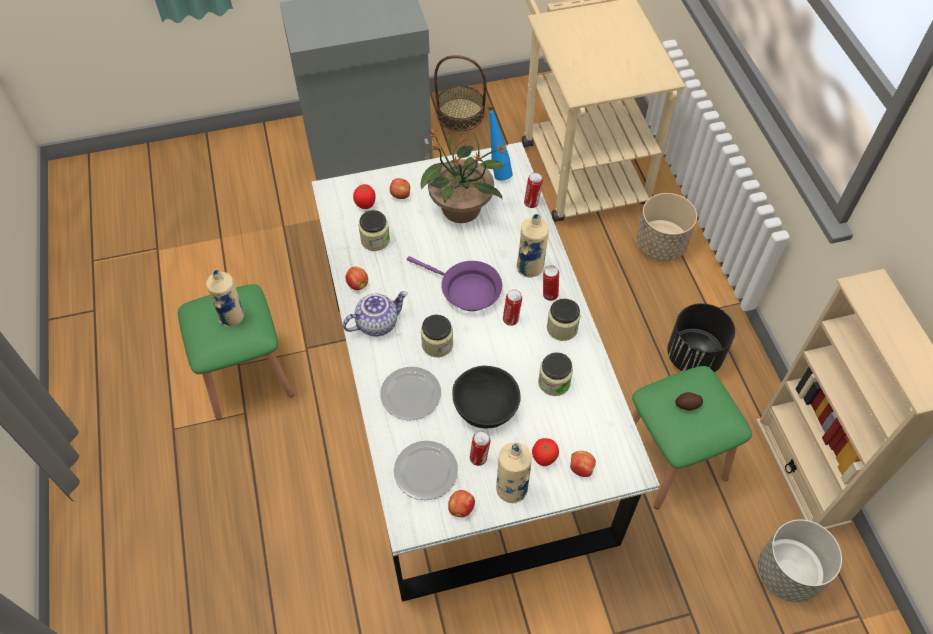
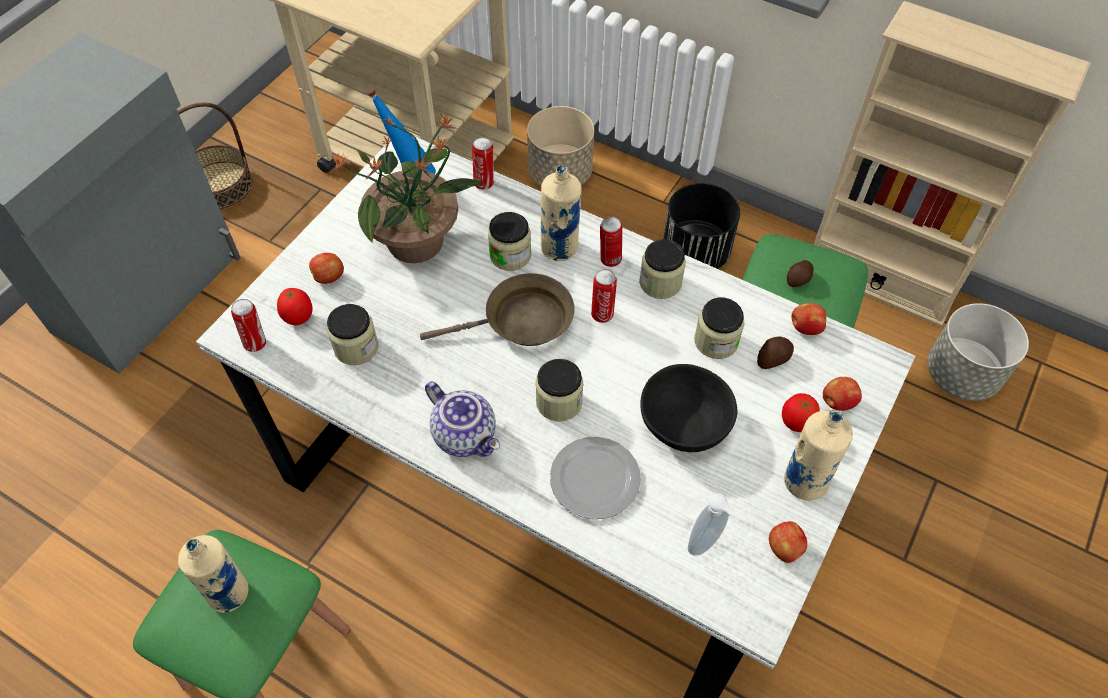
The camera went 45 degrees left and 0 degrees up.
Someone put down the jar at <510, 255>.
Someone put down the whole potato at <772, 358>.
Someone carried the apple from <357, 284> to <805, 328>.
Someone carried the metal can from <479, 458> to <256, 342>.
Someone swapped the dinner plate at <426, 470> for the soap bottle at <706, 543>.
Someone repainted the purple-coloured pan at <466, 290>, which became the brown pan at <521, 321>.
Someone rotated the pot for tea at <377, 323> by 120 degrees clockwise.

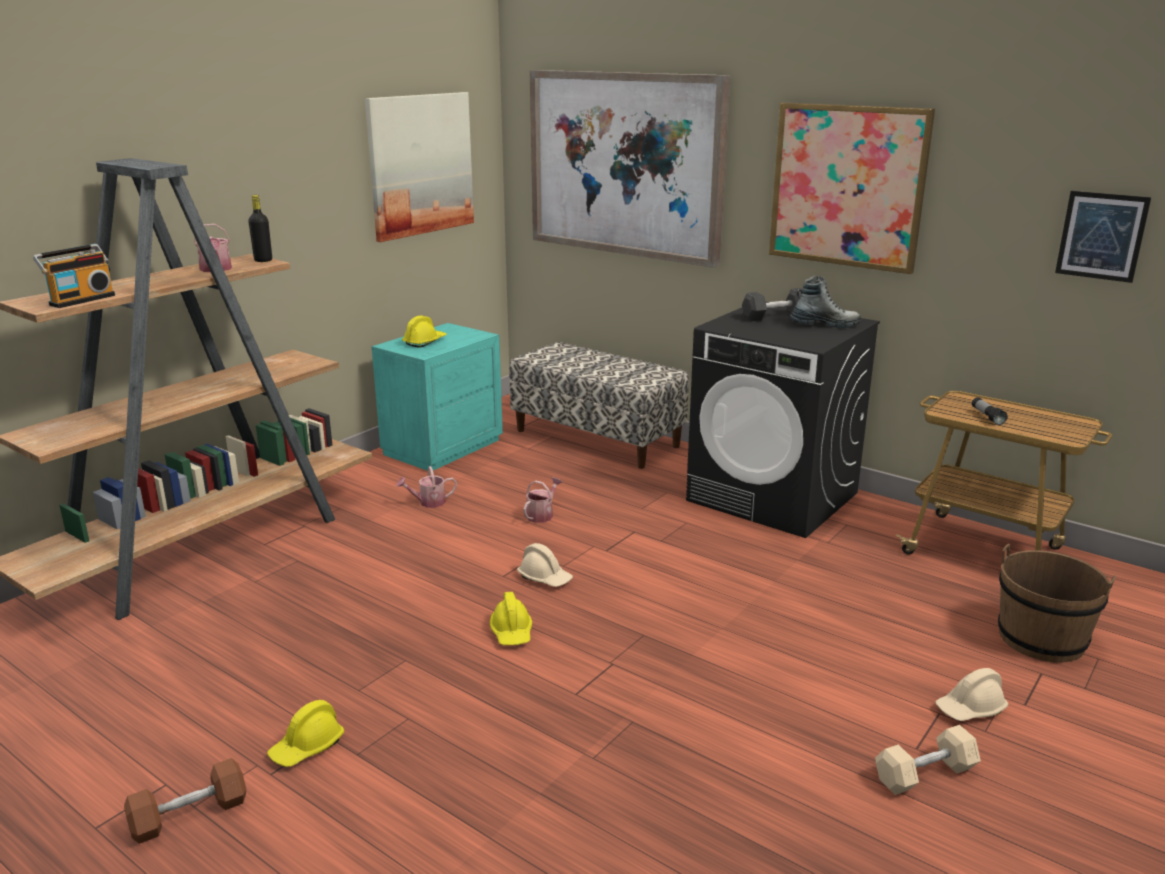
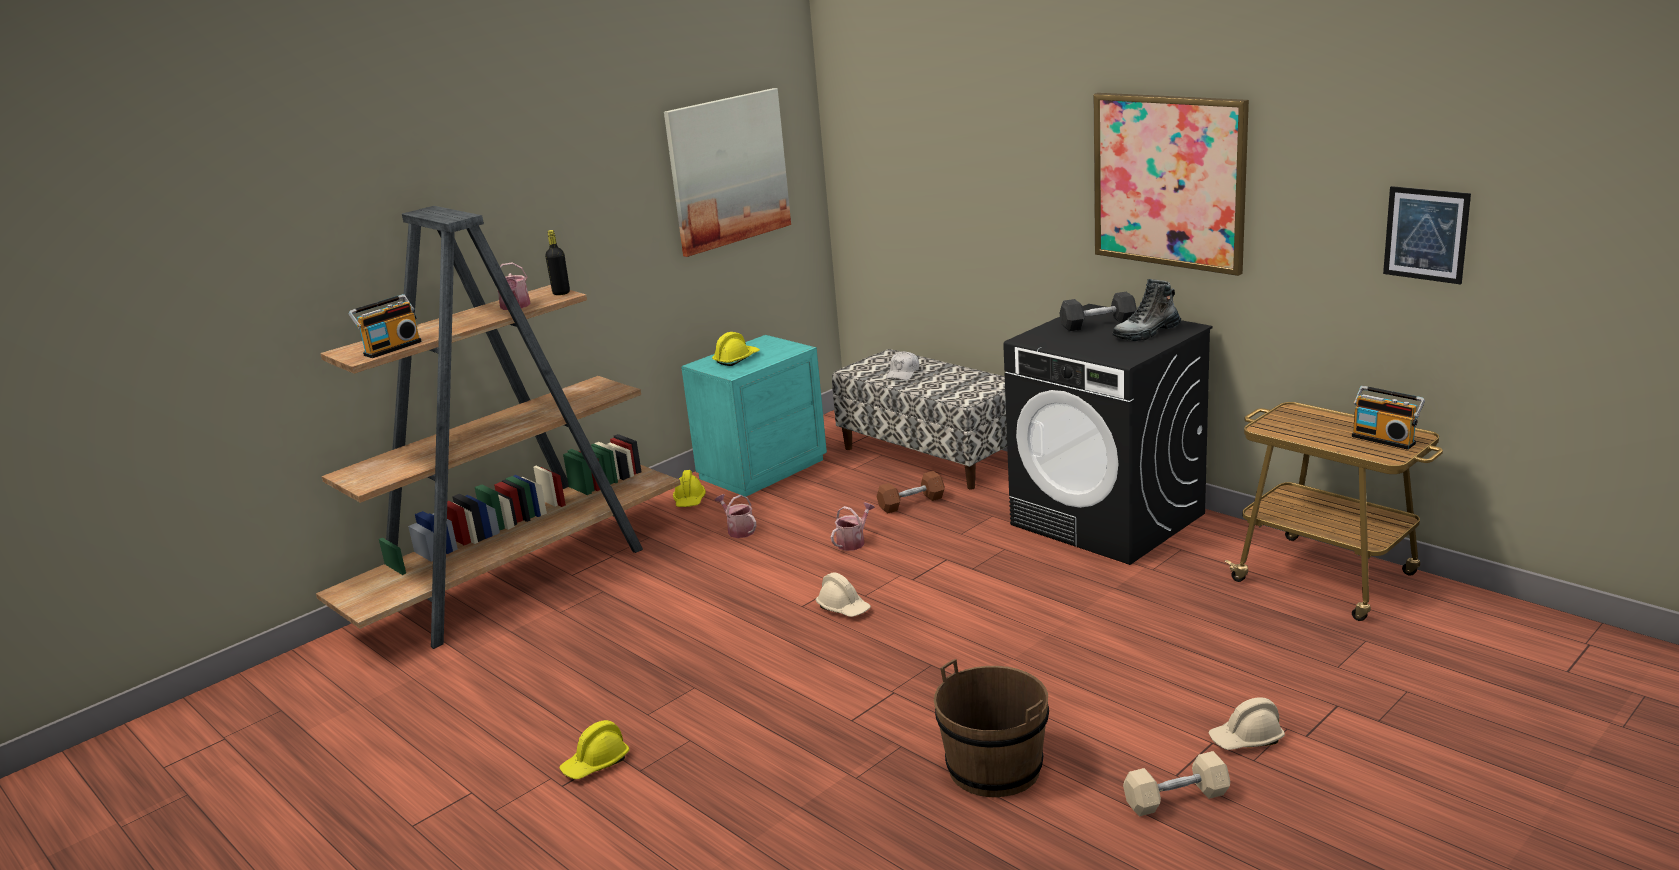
The camera went 10 degrees right and 0 degrees up.
Someone took away the wall art at <625, 164>.
Someone took away the hand torch at <987, 416>.
Someone put down the white baseball cap at <903, 373>.
Someone put down the radio receiver at <1384, 439>.
Someone carried the brown hand weight from <189, 815> to <911, 503>.
Someone carried the yellow work helmet from <512, 632> to <690, 500>.
Someone carried the brown pail from <1041, 639> to <994, 768>.
Someone rotated the watering can at <428, 502> by 60 degrees clockwise.
Someone rotated the tall boot at <824, 325> by 150 degrees clockwise.

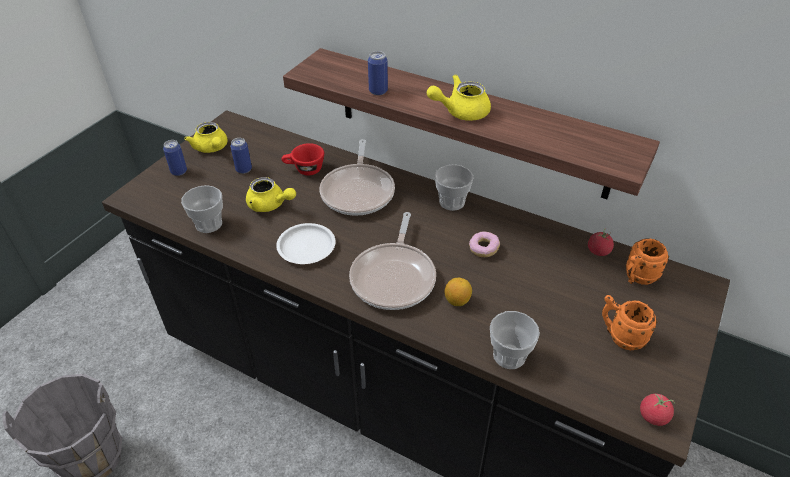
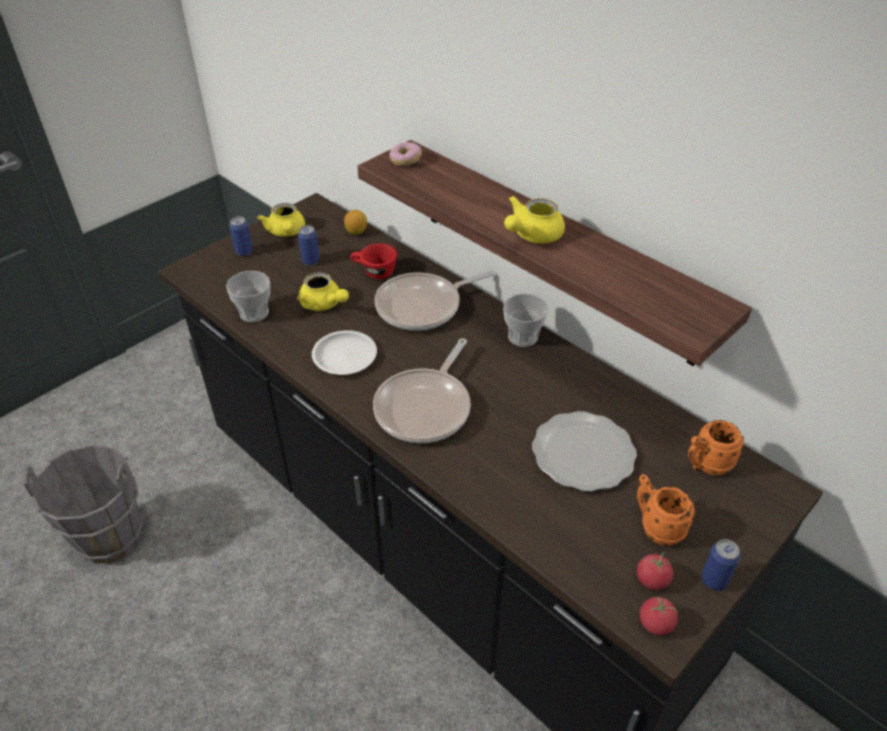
The camera went 15 degrees right and 0 degrees up.
Someone took away the cup at <509, 356>.
Someone put down the dinner plate at <581, 453>.
Someone carried the metal can from <378, 91> to <714, 580>.
Someone carried the citrus fruit from <457, 300> to <356, 232>.
Someone carried the donut from <483, 249> to <405, 160>.
Someone carried the whole tomato from <598, 251> to <652, 579>.
Someone rotated the pan at <358, 191> by 45 degrees clockwise.
Someone rotated the yellow pot for tea at <460, 112> by 45 degrees counterclockwise.

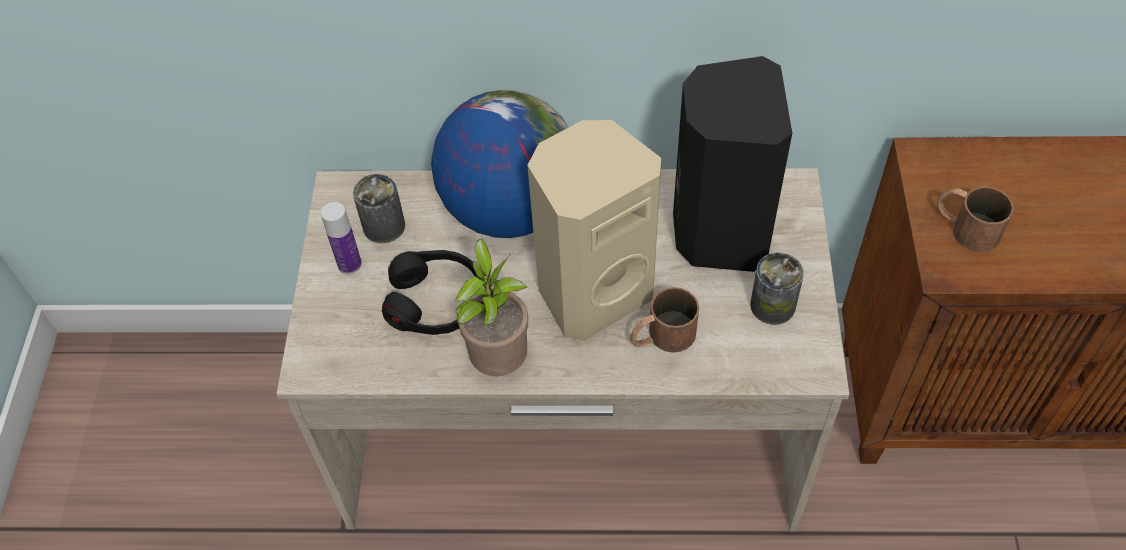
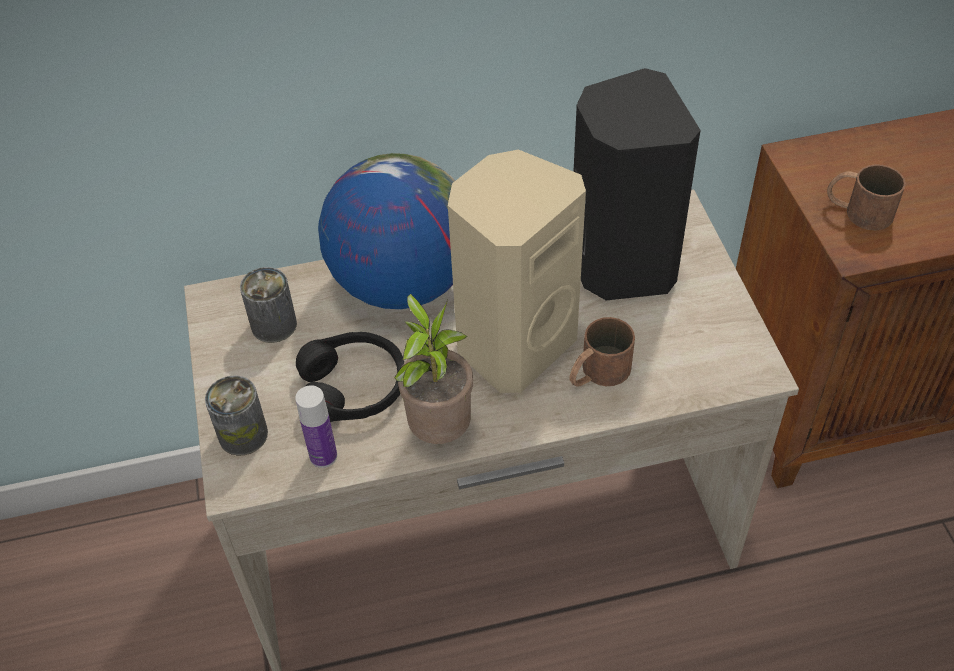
The camera went 15 degrees left and 5 degrees down.
Someone carried the drink bottle from <349, 264> to <323, 456>.
Someone carried the metal can from <772, 305> to <243, 435>.

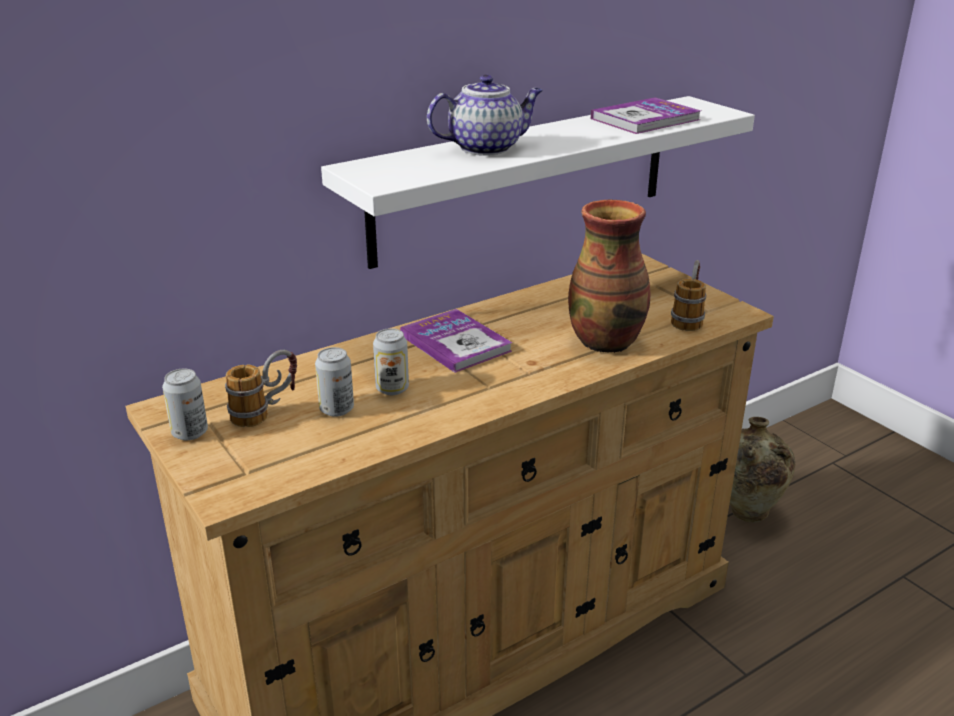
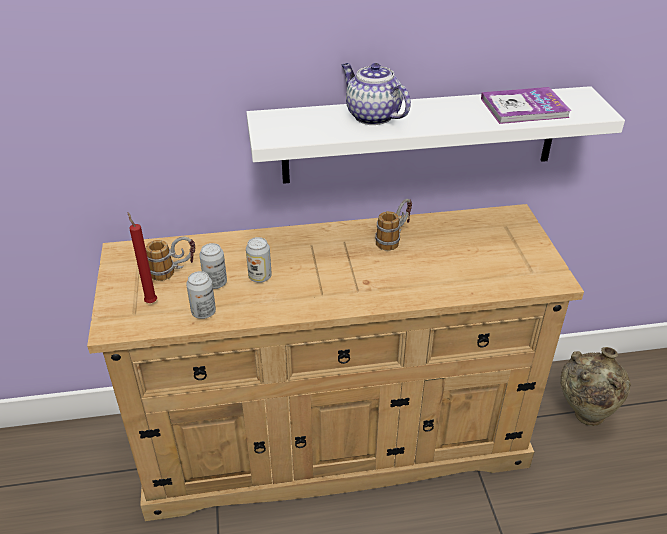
The camera went 25 degrees right and 10 degrees up.
Someone took away the volume at <455, 343>.
Someone took away the vase at <606, 341>.
Someone put down the red-coloured wax candle at <150, 301>.
Someone carried the metal can from <190, 433> to <203, 312>.
Someone carried the coffee mug from <688, 317> to <394, 238>.
Someone rotated the pot for tea at <486, 148> by 135 degrees counterclockwise.

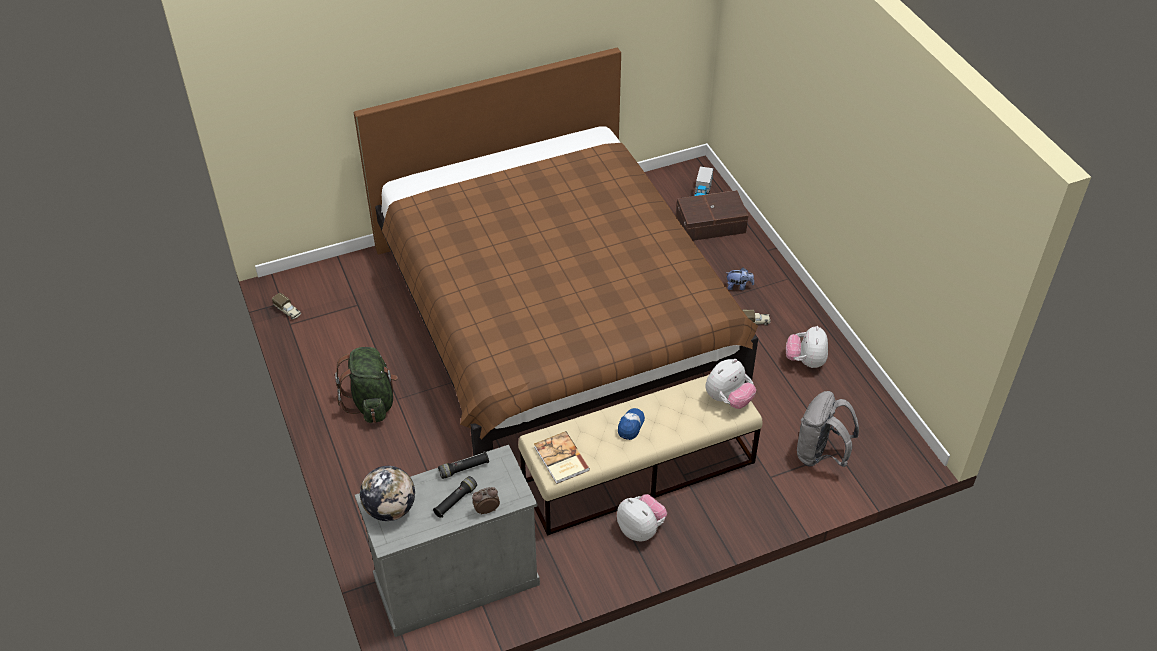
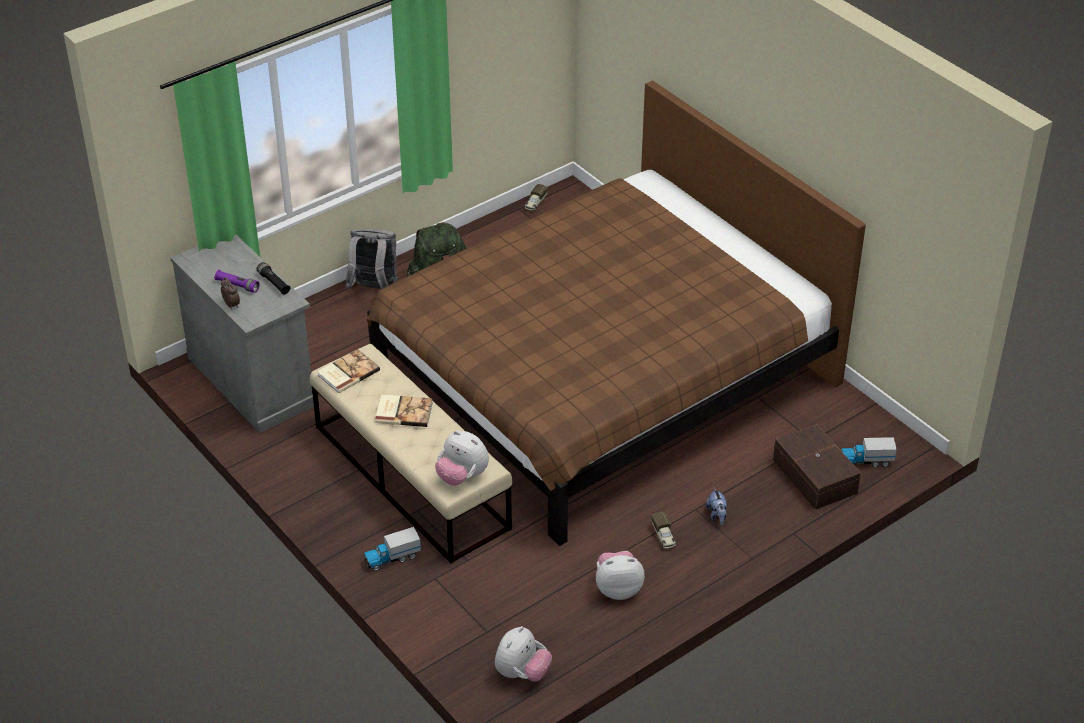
The camera went 75 degrees right and 5 degrees down.
Someone took away the desk globe at <390, 509>.
Someone put down the model truck at <392, 558>.
Someone carried the plush toy from <641, 529> to <522, 673>.
Someone carried the gray rucksack from <820, 454> to <374, 289>.
Someone swapped the baseball cap at <630, 426> for the volume at <403, 412>.
Someone repainted the blackish hand torch at <455, 501>, which became the purple-coloured hand torch at <237, 285>.

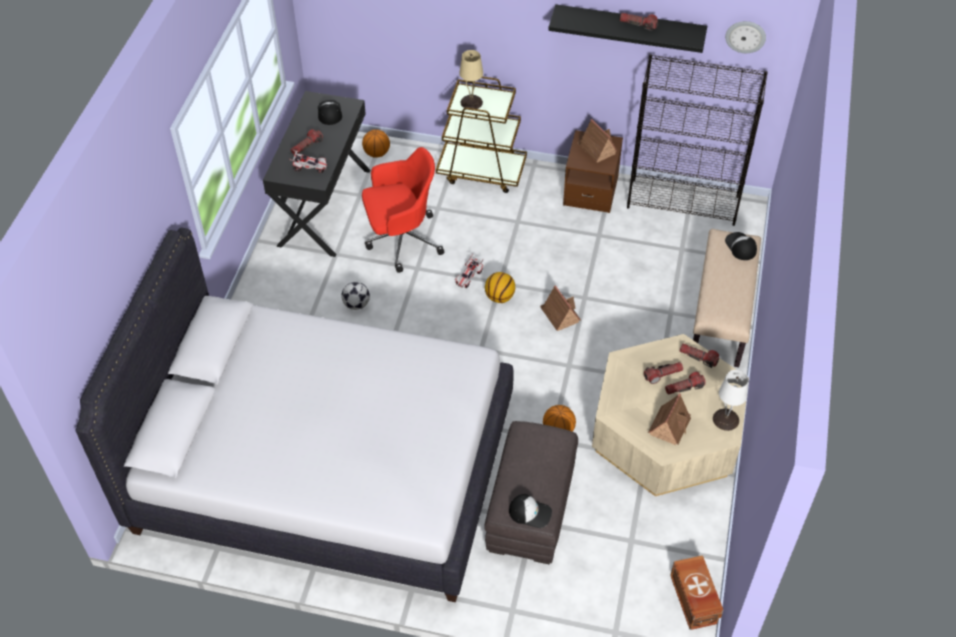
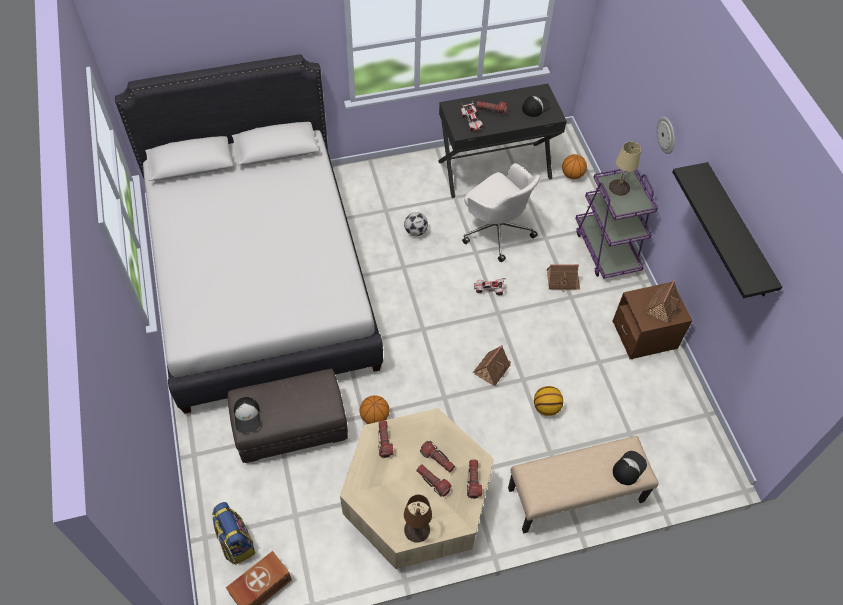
The camera went 60 degrees right and 5 degrees up.
Someone took away the blackish shelving unit at <683, 202>.
Someone put down the rucksack at <236, 542>.
Someone carried the basketball from <500, 297> to <546, 407>.
Someone carried the hand torch from <638, 24> to <384, 441>.
Someone carried the model house from <669, 425> to <562, 281>.
Someone carried the wall clock from <745, 36> to <666, 135>.
Someone repainted the red-coloured desk chair at <401, 240>, which became the white desk chair at <496, 230>.
Someone repainted the brown wheeled cart at <482, 171>, which became the purple-coloured wheeled cart at <606, 249>.
Someone repainted the white table lamp at <725, 419>, which became the brown table lamp at <416, 529>.

